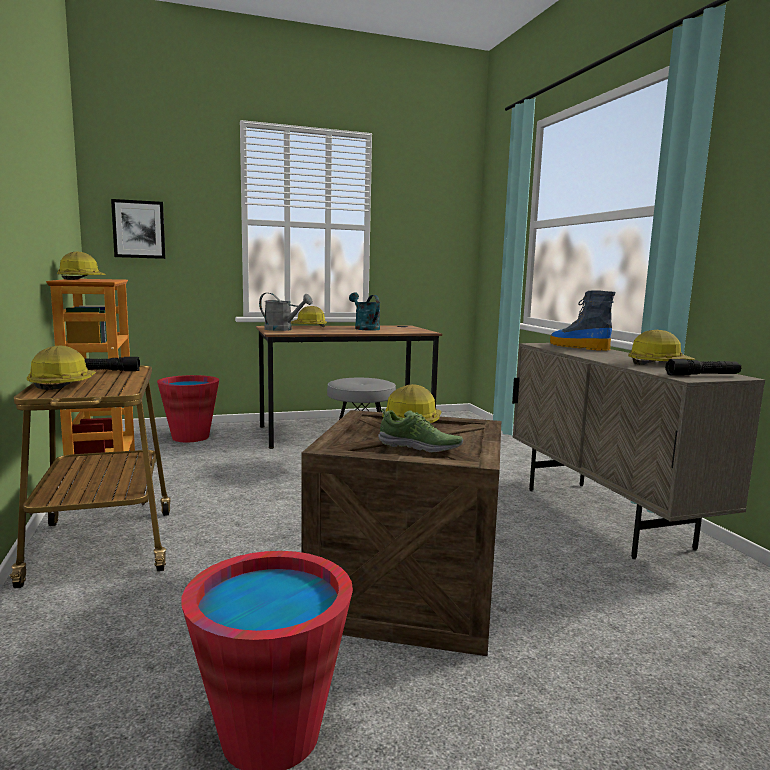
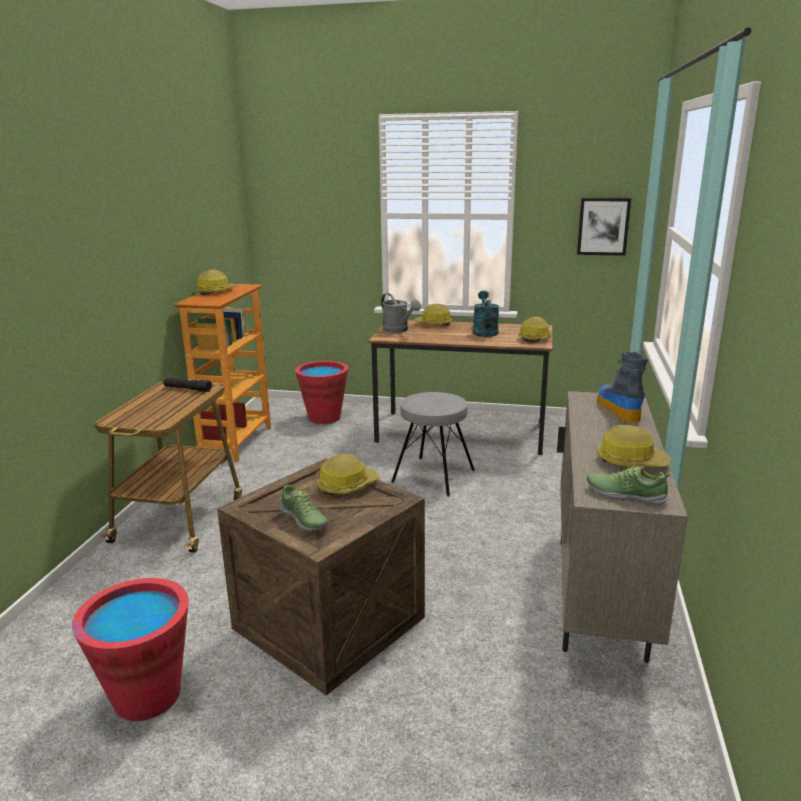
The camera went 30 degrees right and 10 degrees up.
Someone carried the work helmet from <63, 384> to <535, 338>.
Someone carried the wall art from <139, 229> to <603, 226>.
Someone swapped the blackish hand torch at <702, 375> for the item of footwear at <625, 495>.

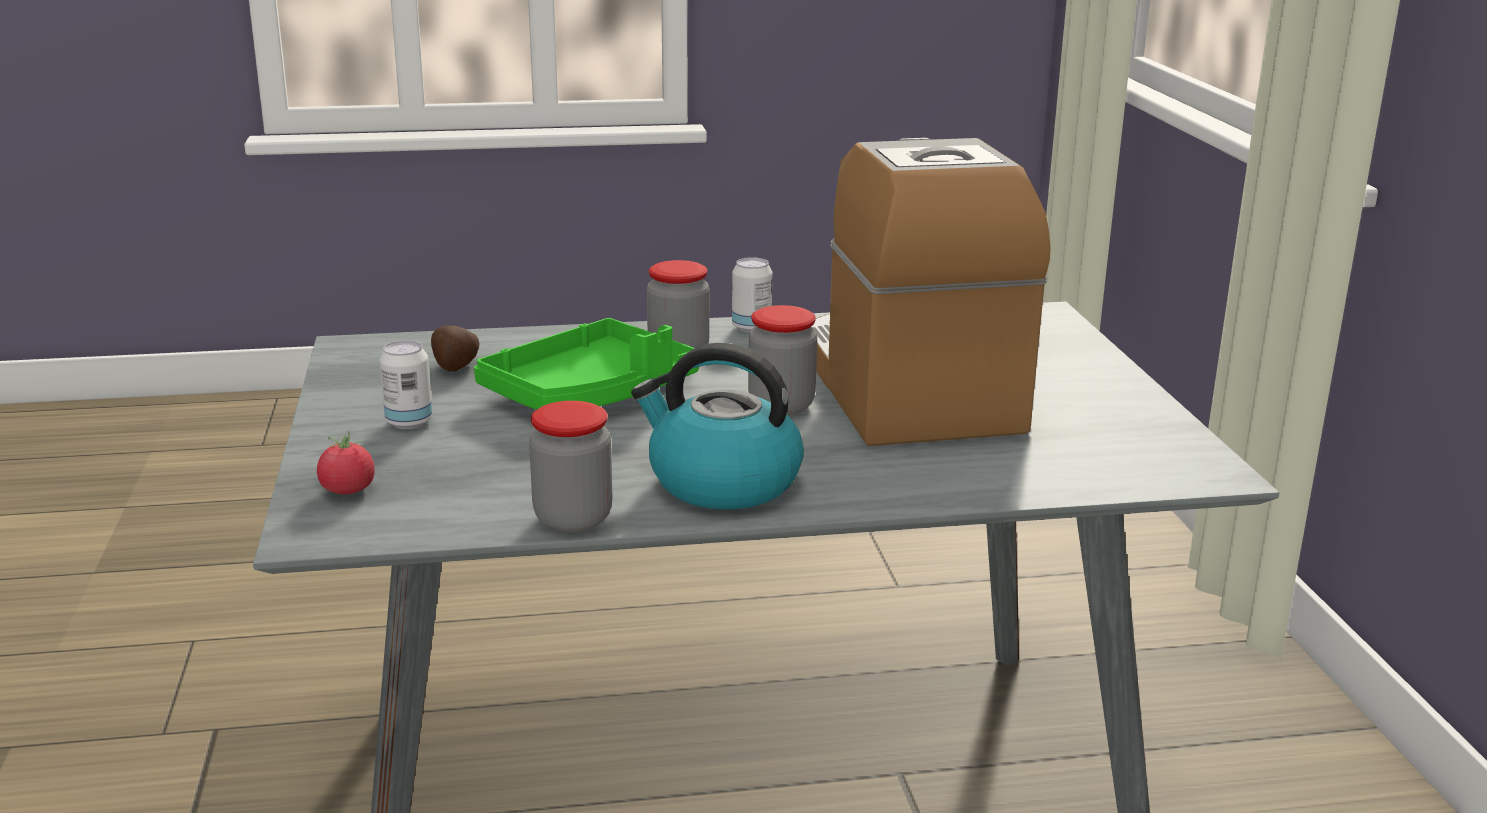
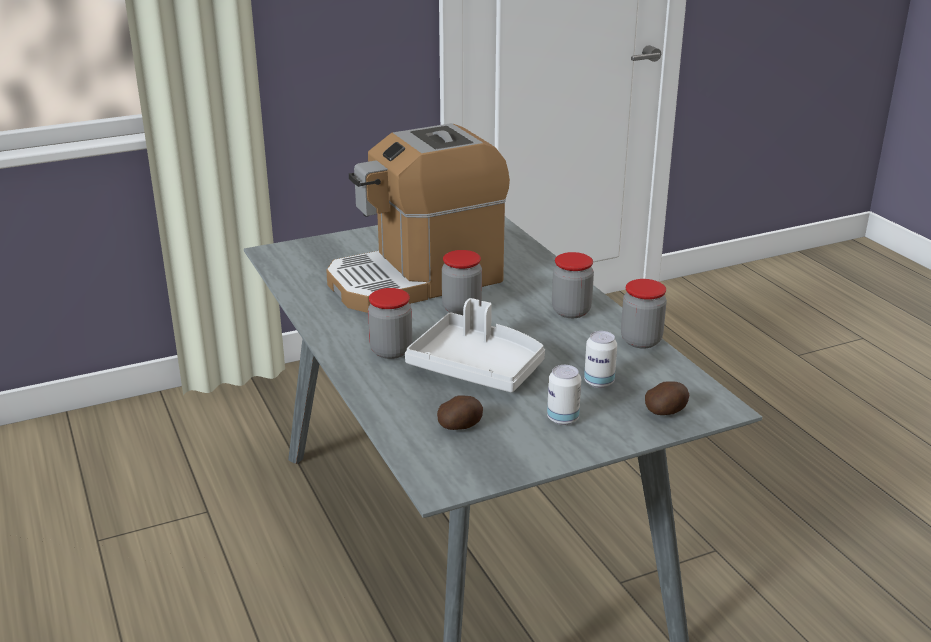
The camera went 105 degrees left and 5 degrees up.
Someone carried the metal can from <751, 327> to <599, 382>.
Someone swapped the whole tomato at <348, 490> for the whole potato at <666, 412>.
Someone swapped the tea kettle at <721, 482> for the jar at <571, 311>.
Someone repainted the greenish serving tray at <590, 393>, which became the gray serving tray at <477, 367>.

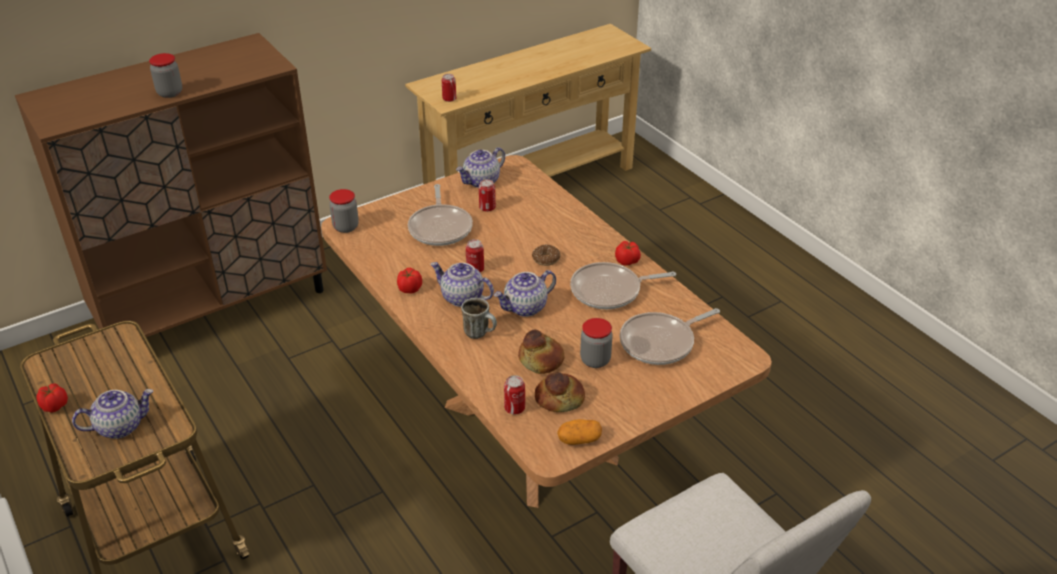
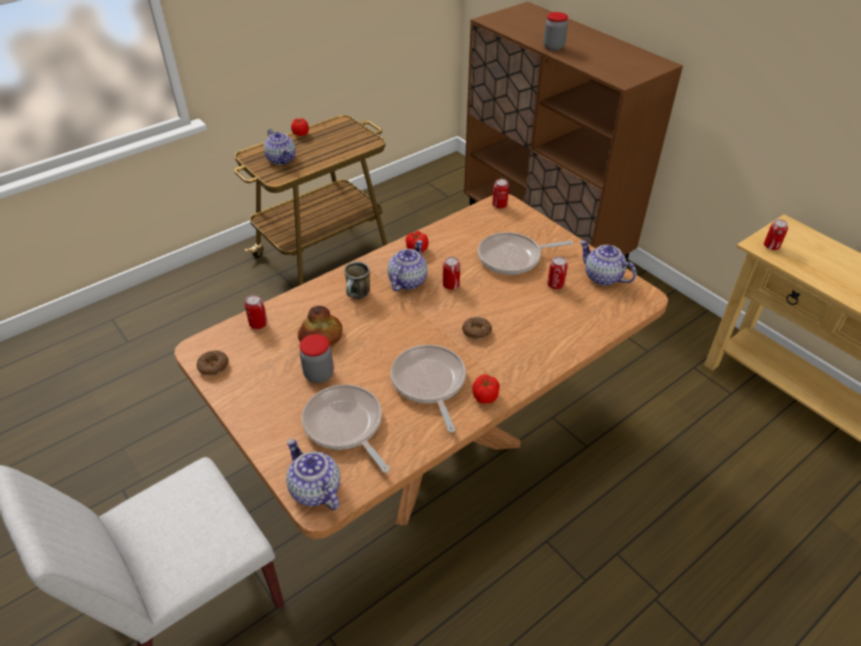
The camera went 85 degrees right and 5 degrees up.
Someone took away the bakery bread at <559, 398>.
Someone carried the pot for tea from <525, 308> to <314, 490>.
Someone swapped the jar at <346, 227> for the metal can at <499, 205>.
Someone swapped the whole potato at <579, 440> for the donut at <213, 367>.

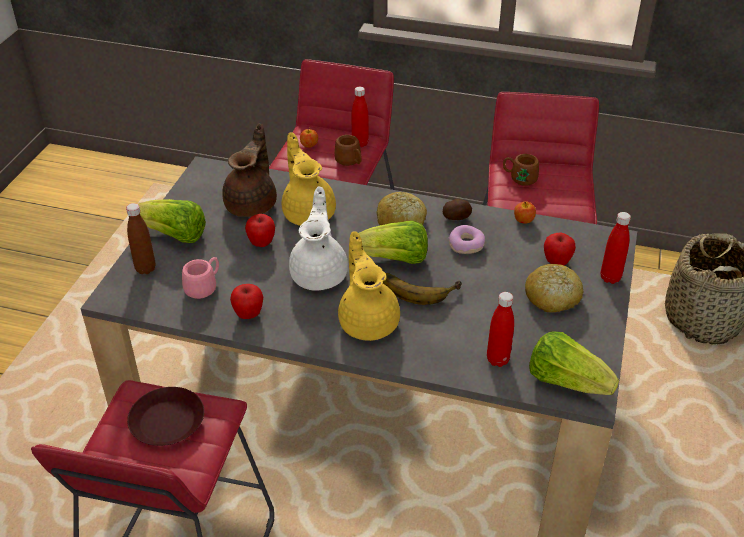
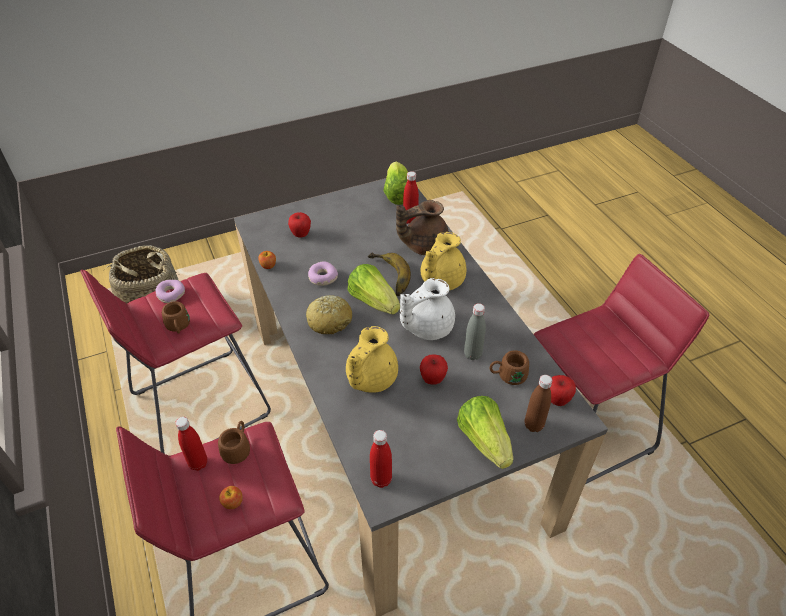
The camera went 130 degrees left and 5 degrees up.
Someone took away the brown dinner plate at <168, 421>.
Someone took away the whole potato at <456, 218>.
Someone took away the bakery bread at <552, 297>.
Someone put down the donut at <171, 294>.
Someone put down the gray drink bottle at <472, 354>.
Someone carried the brown pot for tea from <252, 204> to <423, 245>.
Someone carried the apple from <248, 314> to <557, 400>.
Someone carried the red-coloured drink bottle from <610, 278> to <381, 479>.
Someone repainted the pink-coloured coffee mug at <204, 287>, which became the brown coffee mug at <507, 376>.

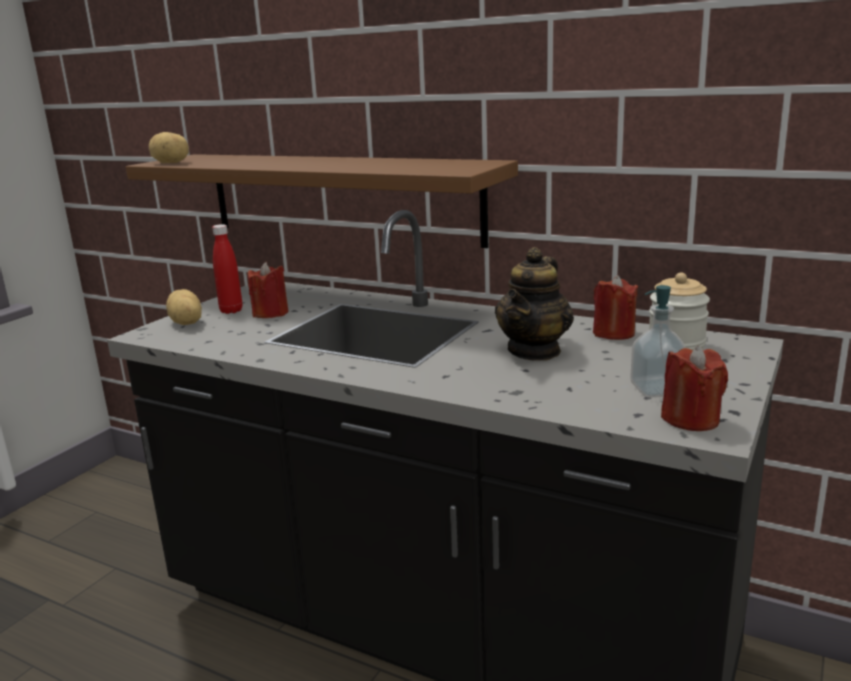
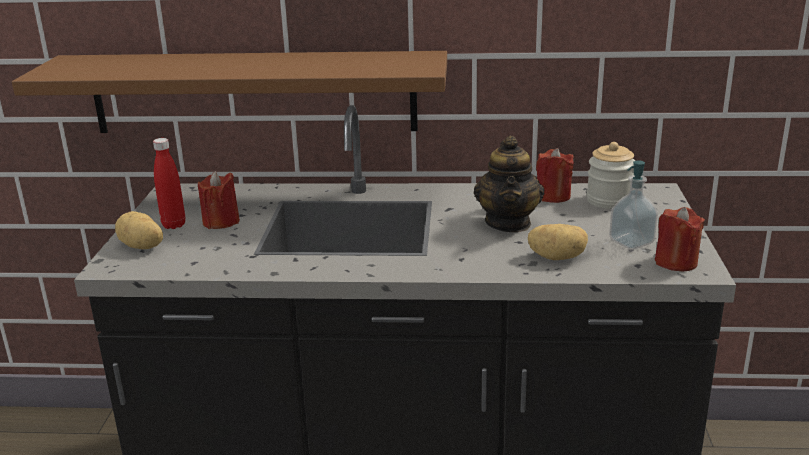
The camera went 25 degrees left and 5 degrees up.
Someone carried the whole potato from <170, 163> to <557, 257>.

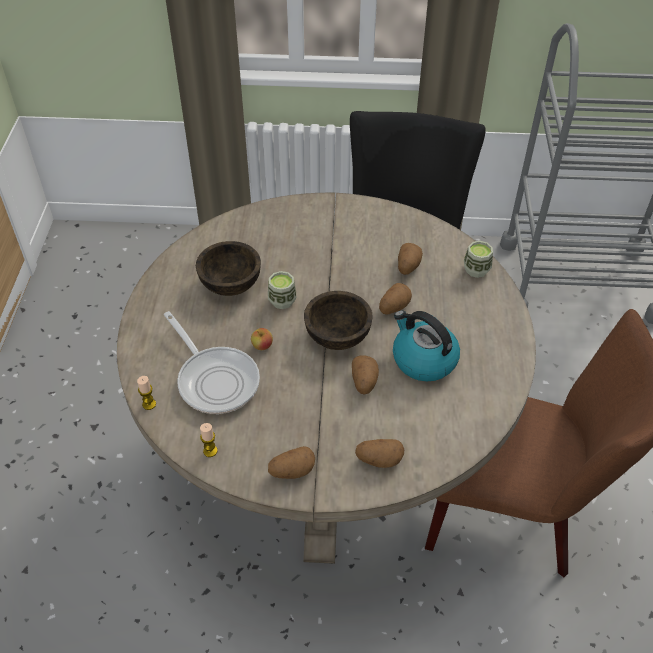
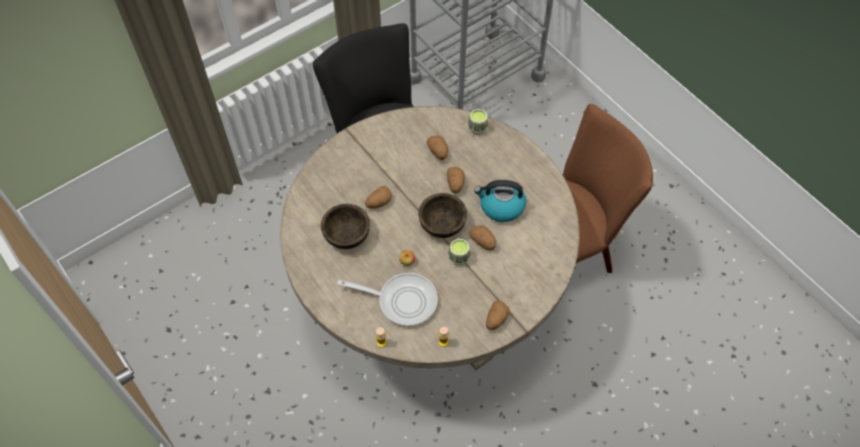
The camera went 40 degrees left and 10 degrees up.
Someone carried the cup from <282, 301> to <459, 258>.
Someone carried the whole potato from <379, 459> to <378, 202>.

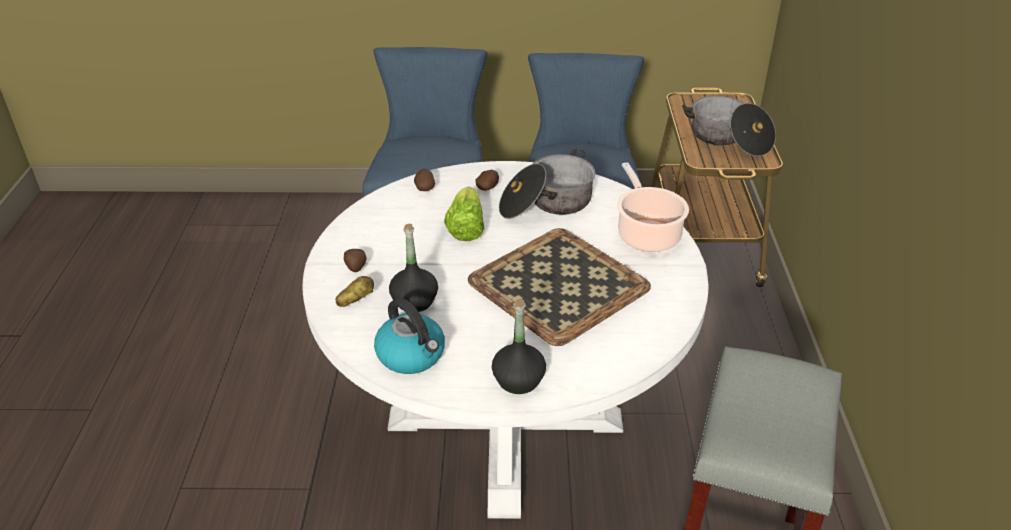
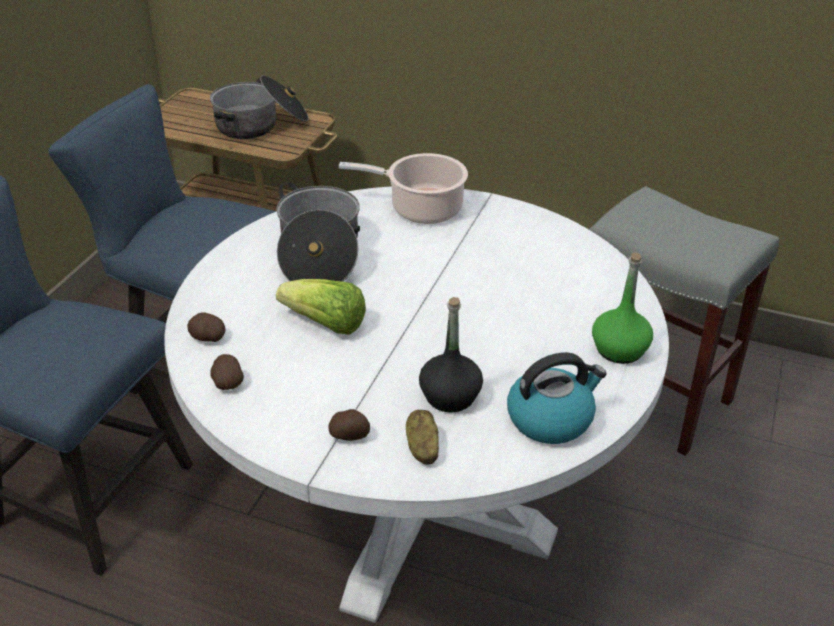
The camera went 70 degrees left and 0 degrees up.
Someone took away the serving tray at <558, 283>.
Someone carried the whole potato from <488, 188> to <227, 382>.
Someone repainted the blackish drink bottle at <518, 380>, which became the greenish drink bottle at <619, 350>.

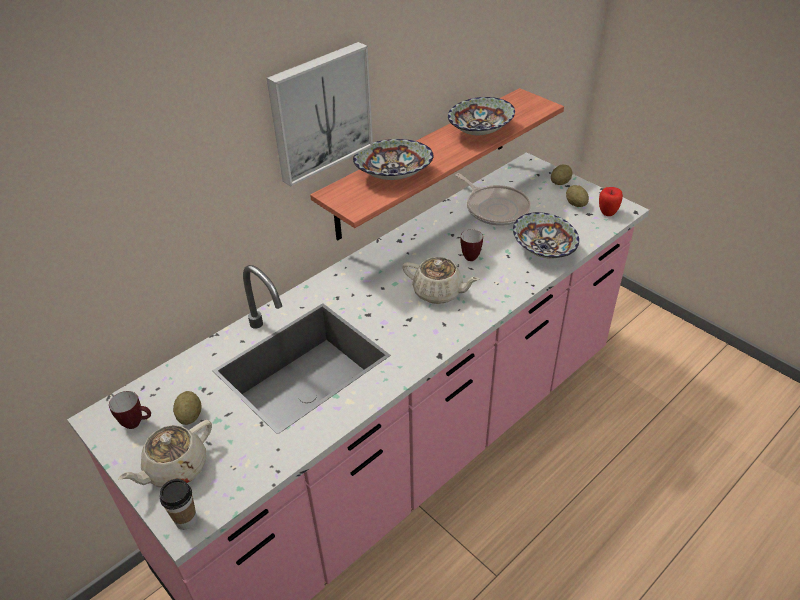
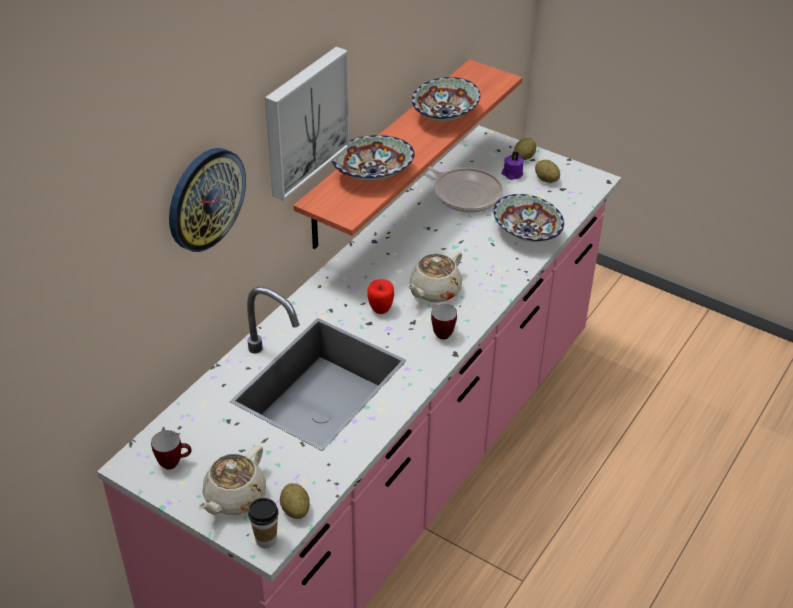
The camera went 15 degrees left and 0 degrees up.
Someone put up the wall clock at <205, 199>.
Someone put down the purple-coloured wax candle at <512, 174>.
Someone carried the whole potato from <190, 416> to <295, 509>.
Someone carried the coffee mug from <472, 256> to <444, 332>.
Someone carried the apple from <607, 213> to <380, 309>.
Someone rotated the sand-coloured pot for tea at <439, 292> by 120 degrees clockwise.

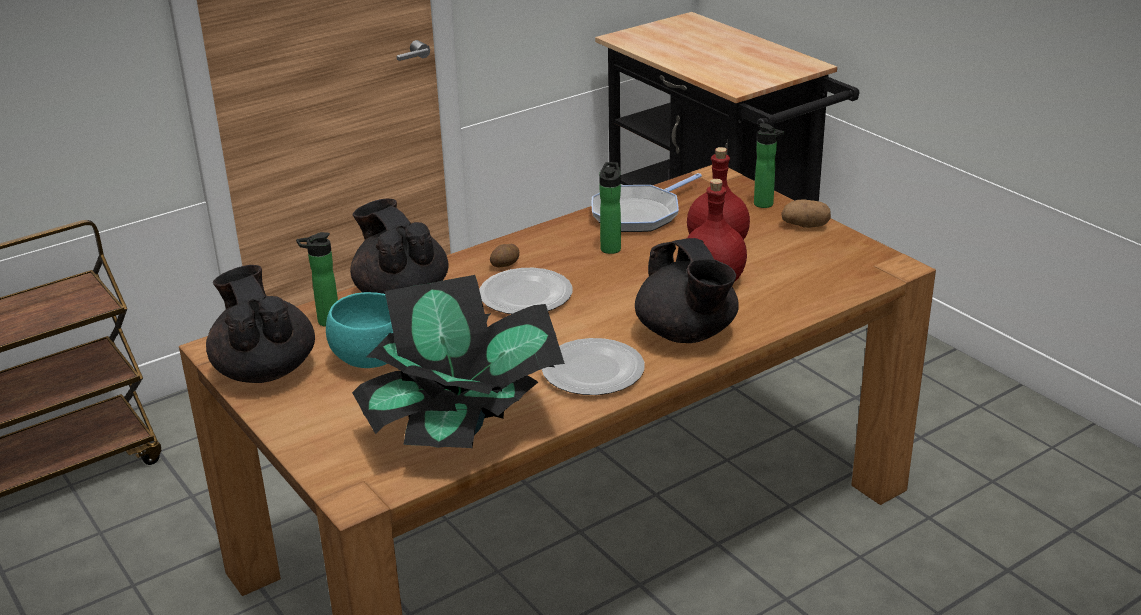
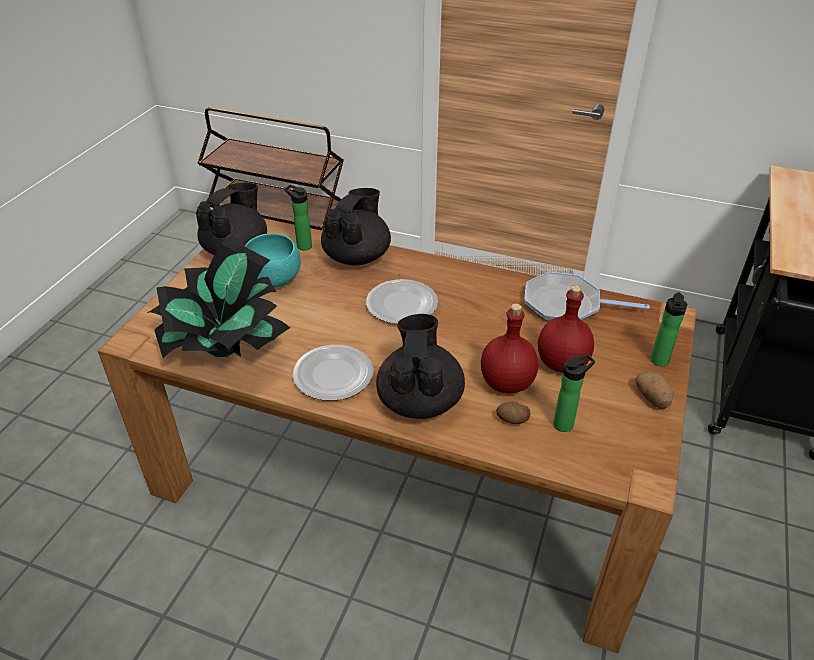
The camera went 55 degrees right and 10 degrees up.
Someone carried the whole potato from <505, 264> to <512, 420>.
Someone carried the drink bottle from <611, 247> to <566, 423>.
Someone rotated the blackish pot for tea at <687, 334> by 150 degrees clockwise.

